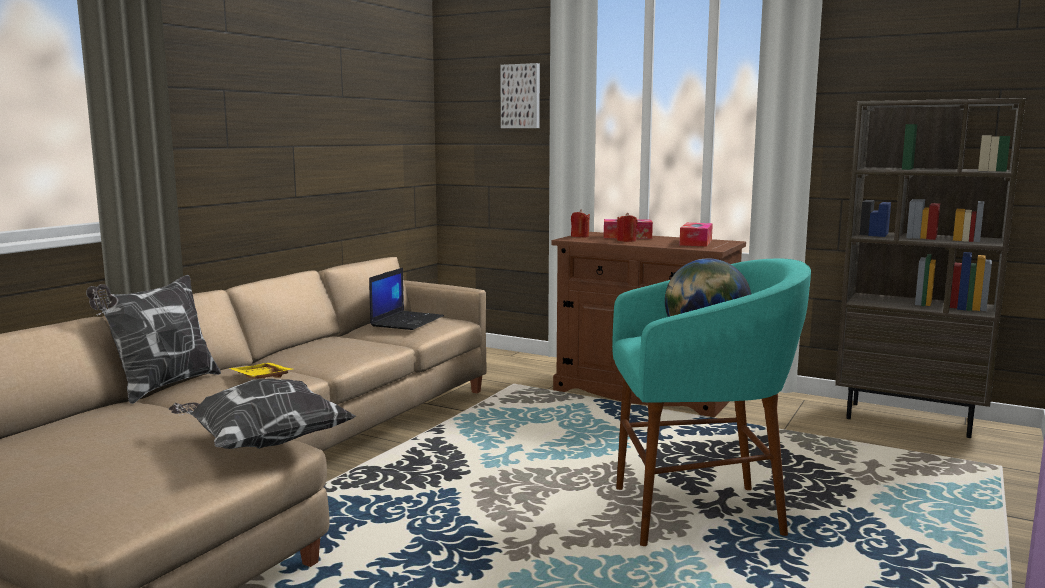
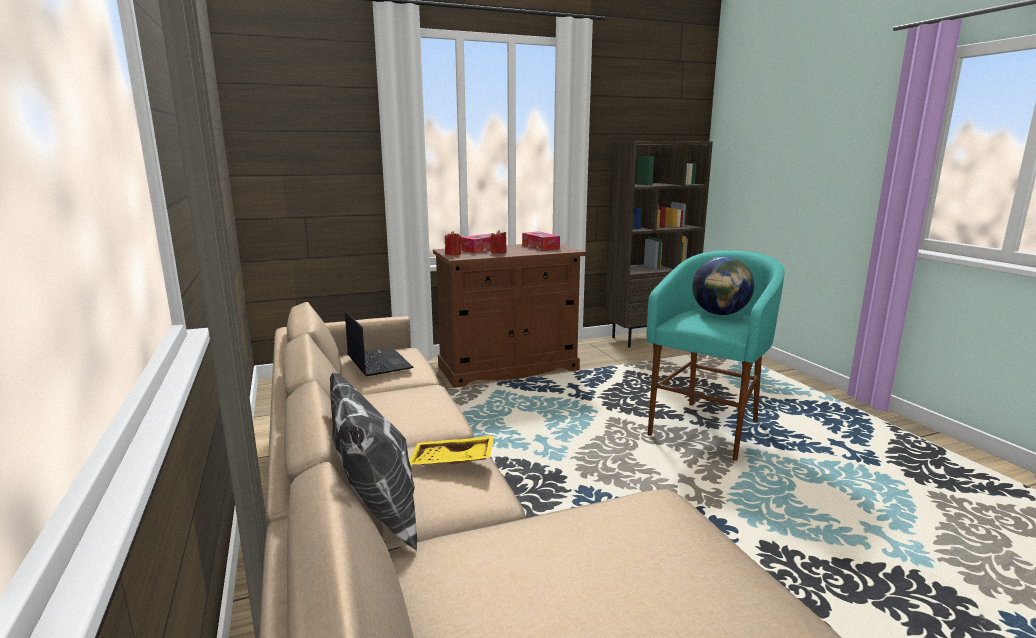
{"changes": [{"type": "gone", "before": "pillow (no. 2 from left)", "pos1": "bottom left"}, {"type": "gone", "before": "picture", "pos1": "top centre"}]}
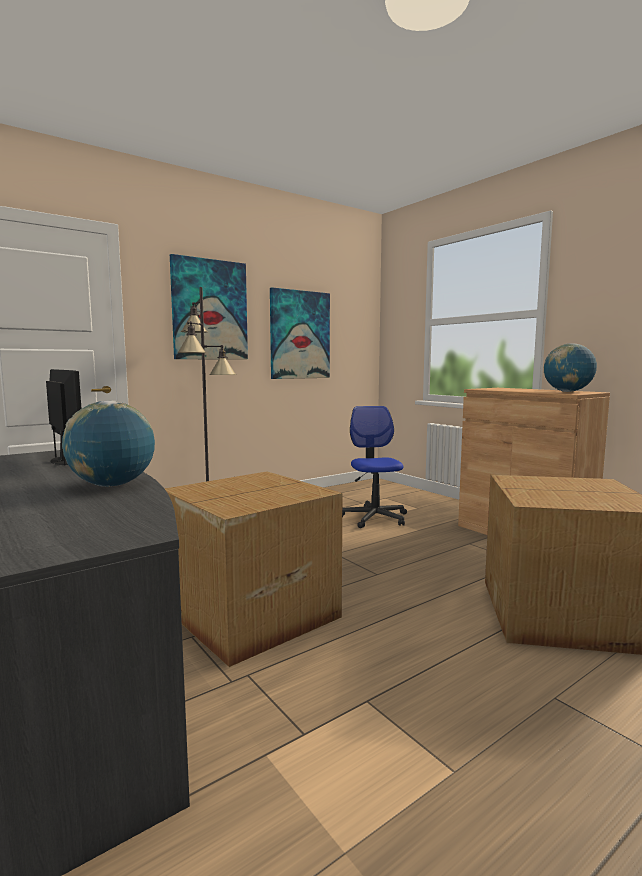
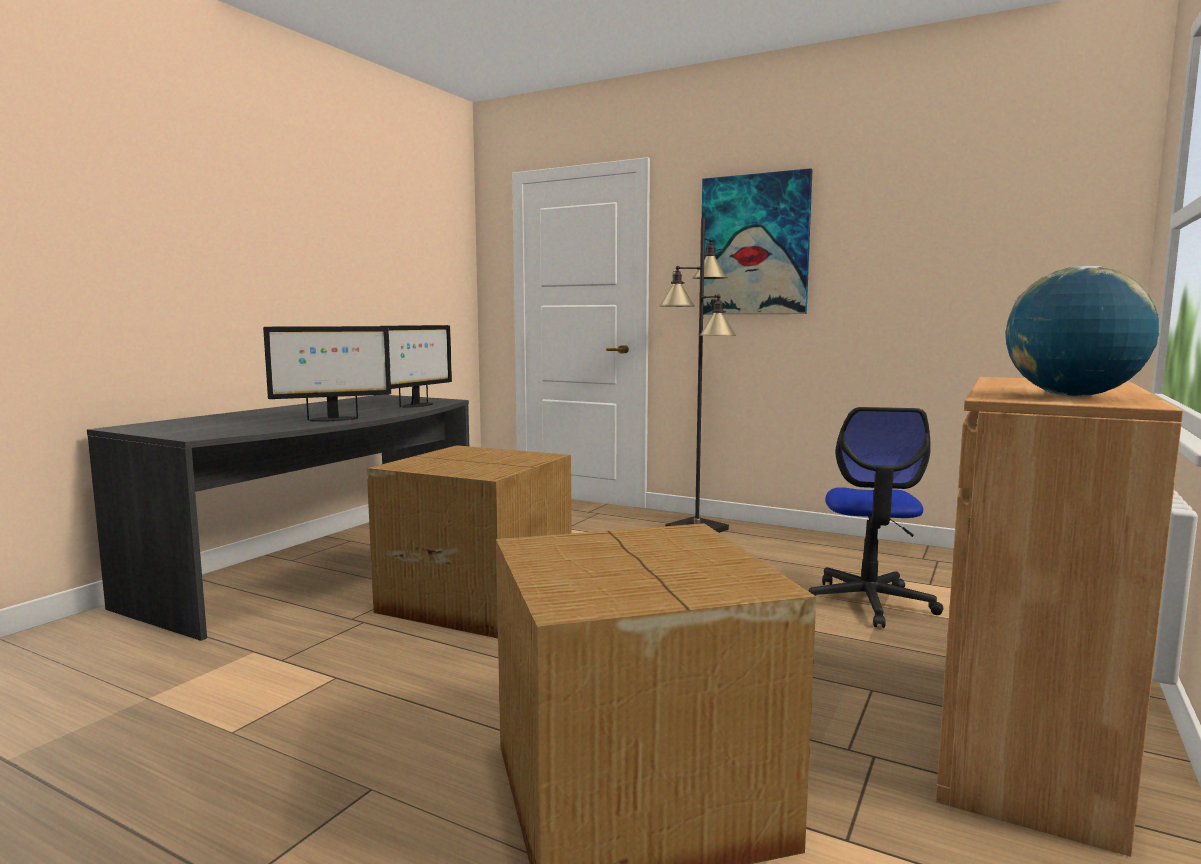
{"changes": [{"type": "gone", "before": "picture (no. 2 from left)", "pos1": "centre"}, {"type": "swapped", "before": "globe (no. 1 from left)", "after": "monitor (no. 1 from left)", "pos1": "middle left", "pos2": "middle left"}, {"type": "rotated", "before": "office chair", "pos1": "centre", "pos2": "middle right", "turn": 135}]}
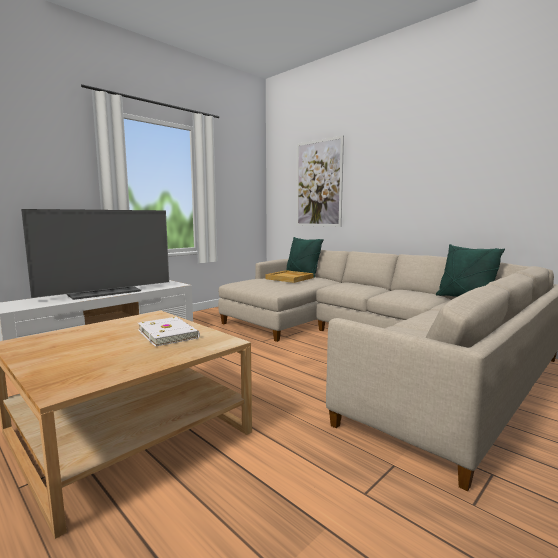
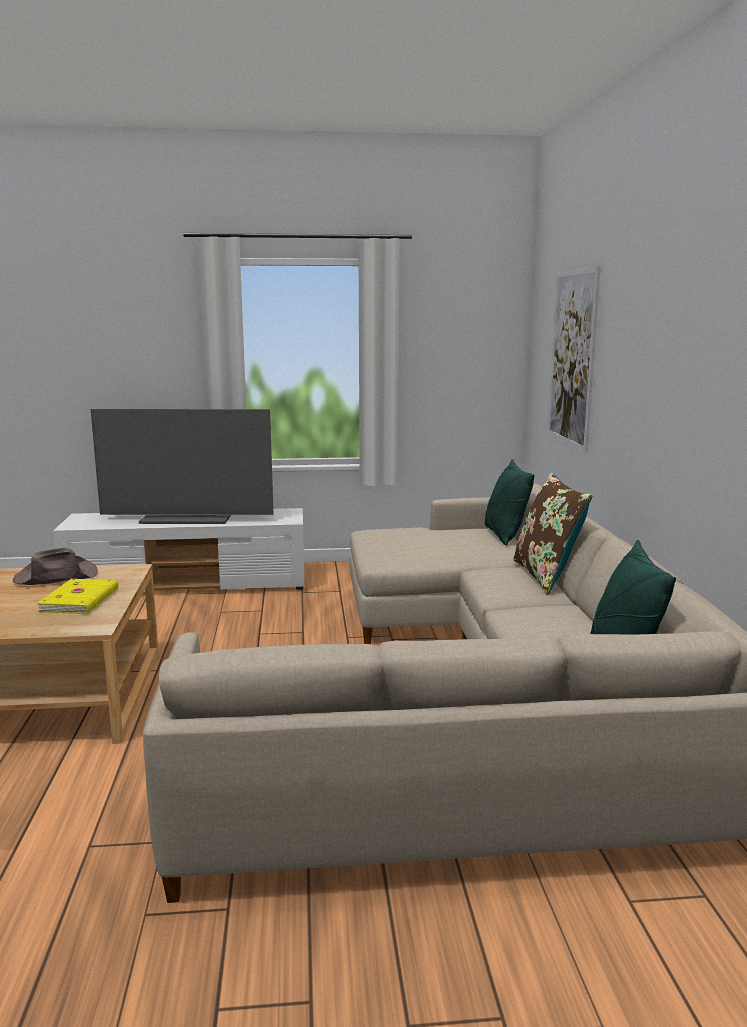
{"changes": [{"type": "gone", "before": "beige tray", "pos1": "centre"}, {"type": "new", "after": "brown hat", "pos2": "middle left"}, {"type": "new", "after": "brown pillow", "pos2": "middle right"}, {"type": "repainted", "before": "white book", "after": "yellow book", "pos1": "middle left", "pos2": "middle left"}]}
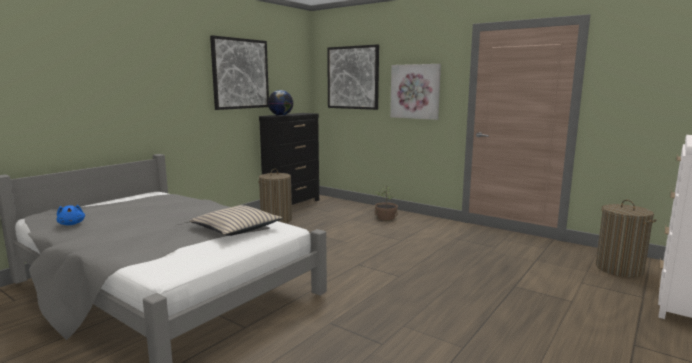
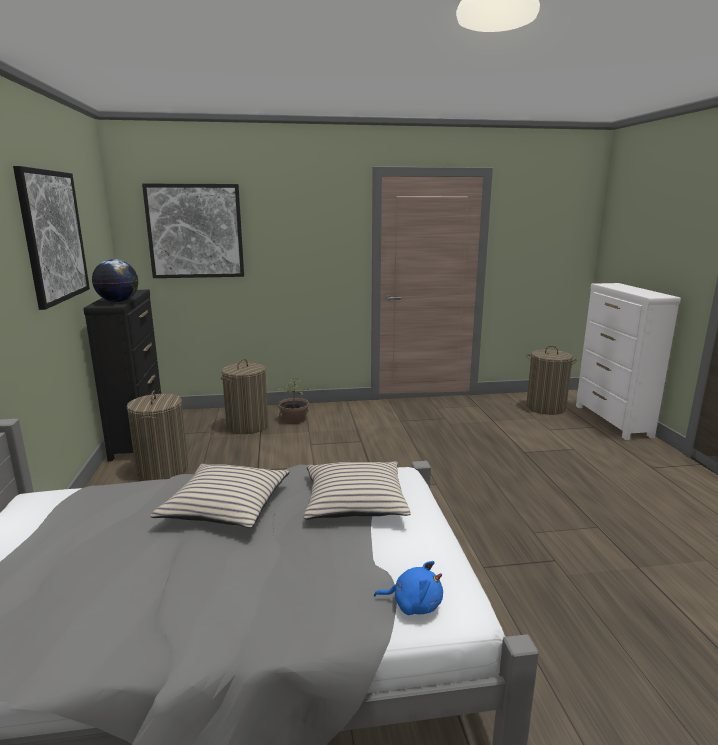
{"changes": [{"type": "gone", "before": "picture (no. 3 from left)", "pos1": "top centre"}, {"type": "new", "after": "beige pillow (no. 1 from left)", "pos2": "middle left"}, {"type": "new", "after": "laundry basket (no. 2 from left)", "pos2": "centre"}, {"type": "shifted", "before": "blue plush toy", "pos1": "middle left", "pos2": "bottom centre"}]}
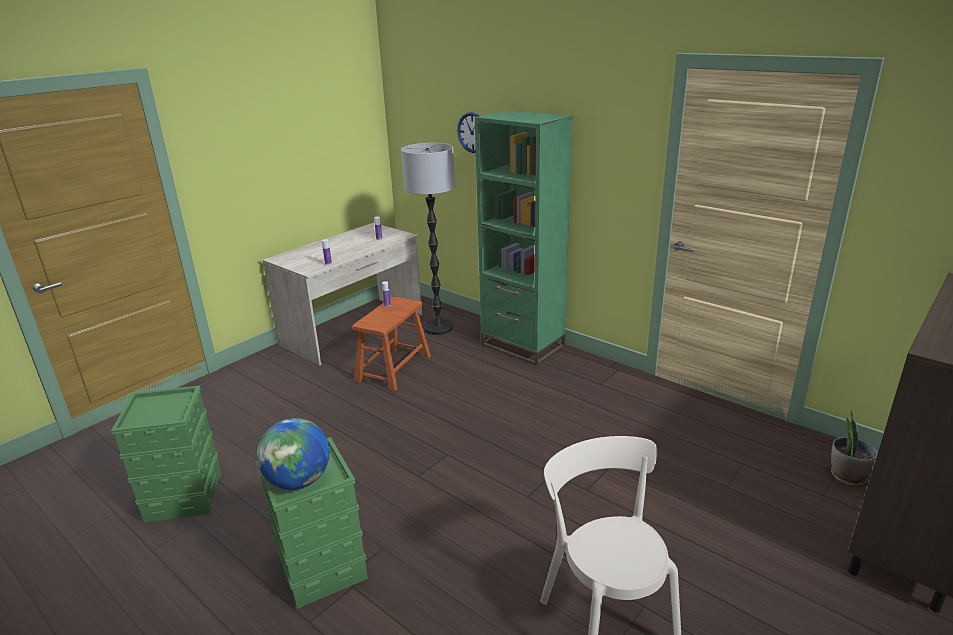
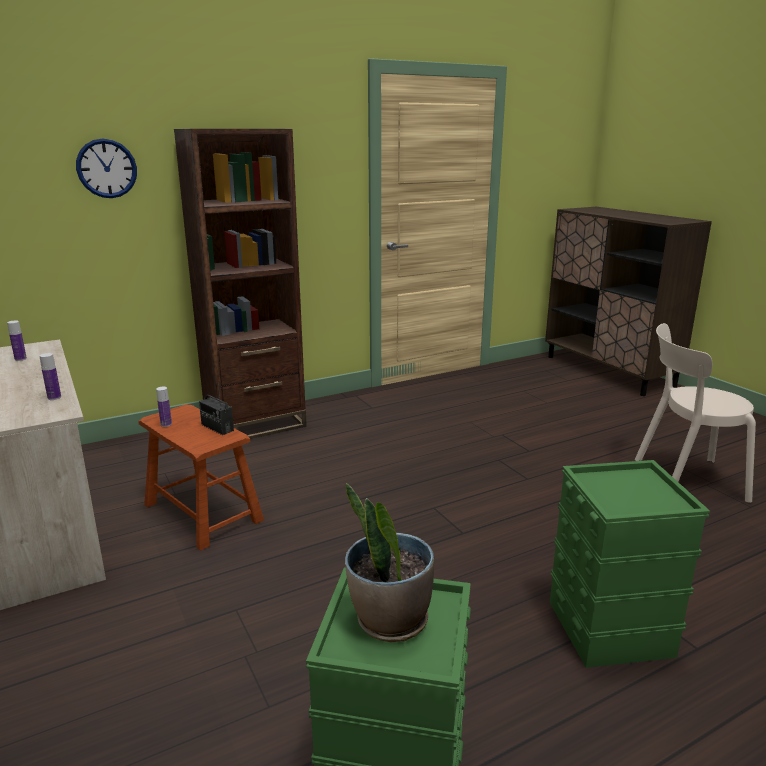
{"changes": [{"type": "gone", "before": "globe", "pos1": "bottom left"}, {"type": "gone", "before": "floor lamp", "pos1": "centre"}, {"type": "new", "after": "radio", "pos2": "middle left"}, {"type": "shifted", "before": "potted plant", "pos1": "bottom right", "pos2": "bottom centre"}, {"type": "repainted", "before": "green bookcase", "after": "brown bookcase", "pos1": "centre", "pos2": "middle left"}]}
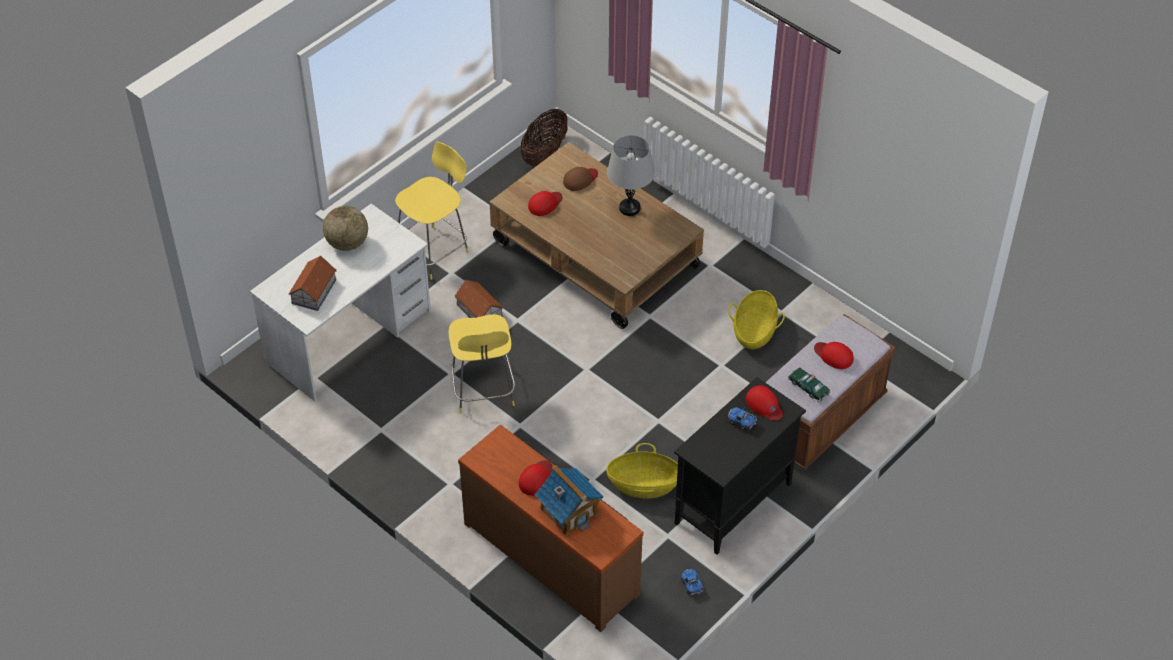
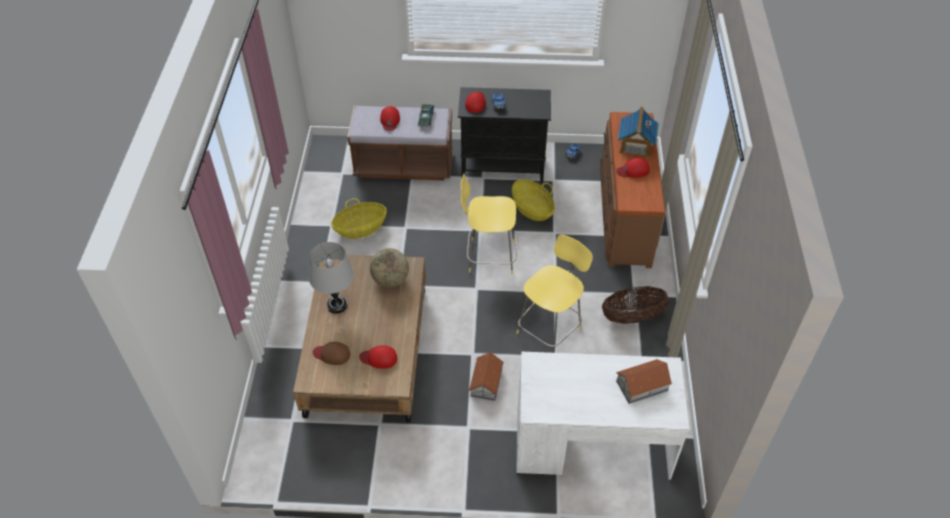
{"changes": [{"type": "shifted", "before": "globe", "pos1": "middle left", "pos2": "centre"}, {"type": "shifted", "before": "yellow stool (no. 1 from left)", "pos1": "top centre", "pos2": "centre"}, {"type": "shifted", "before": "basket (no. 1 from left in the first image)", "after": "basket (no. 3 from left)", "pos1": "top centre", "pos2": "middle right"}]}
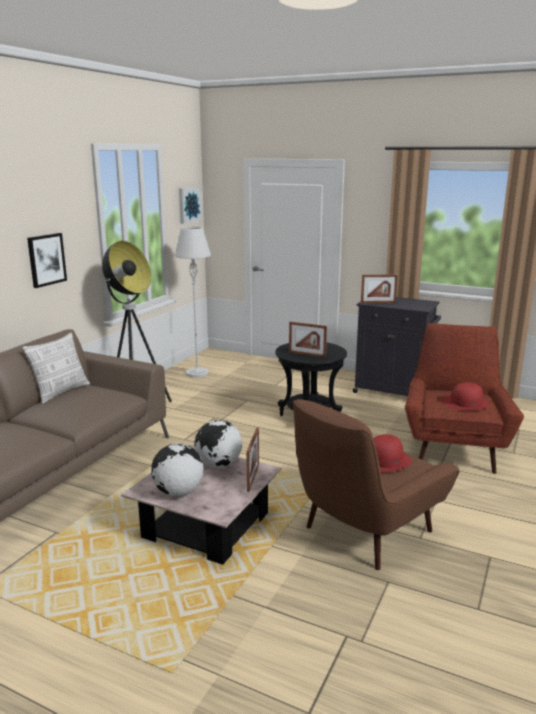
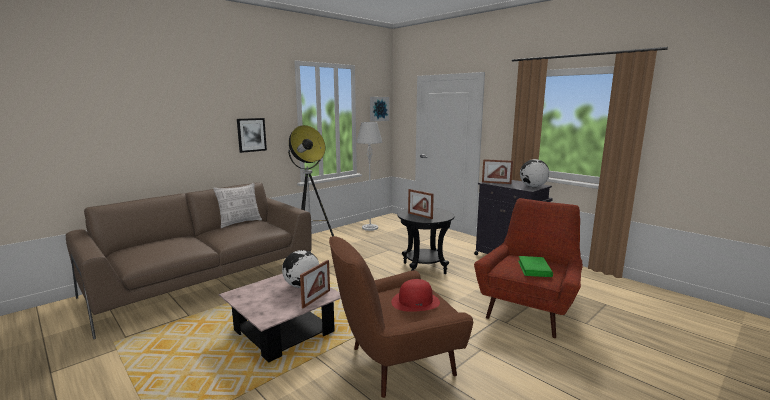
{"changes": [{"type": "shifted", "before": "globe (no. 1 from left in the first image)", "after": "globe (no. 2 from left)", "pos1": "middle left", "pos2": "middle right"}, {"type": "swapped", "before": "red hat (no. 2 from left)", "after": "green book", "pos1": "middle right", "pos2": "middle right"}]}
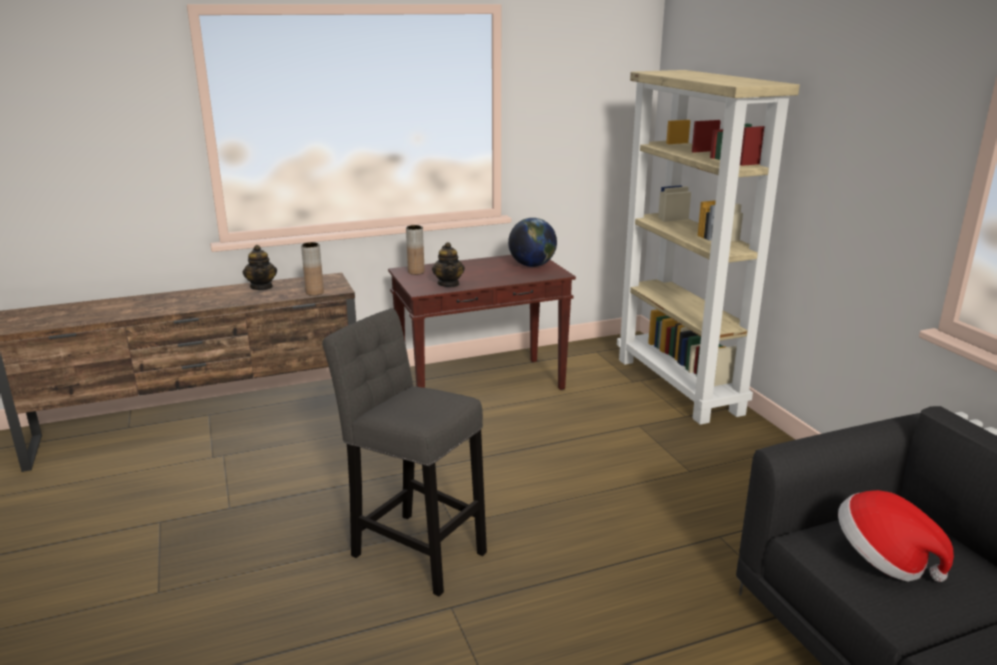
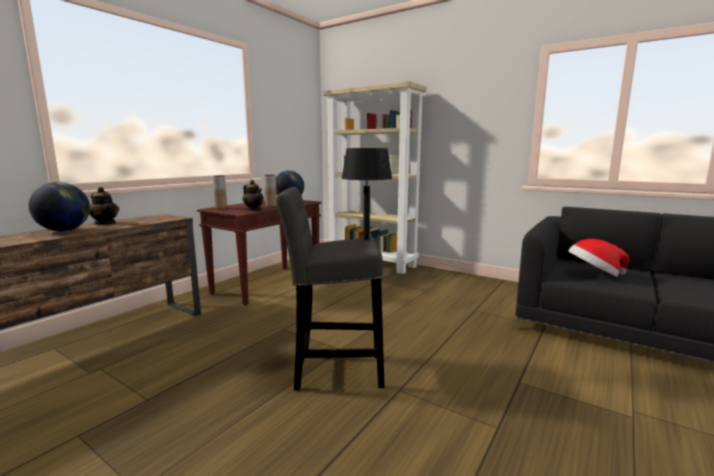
{"changes": [{"type": "new", "after": "globe (no. 1 from left)", "pos2": "middle left"}, {"type": "new", "after": "black table lamp", "pos2": "centre"}, {"type": "shifted", "before": "brown vase (no. 1 from left in the first image)", "after": "brown vase (no. 2 from left)", "pos1": "middle left", "pos2": "centre"}]}
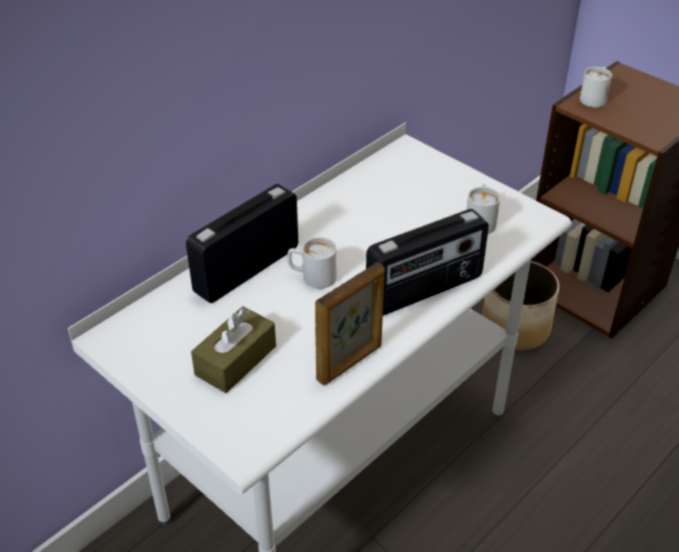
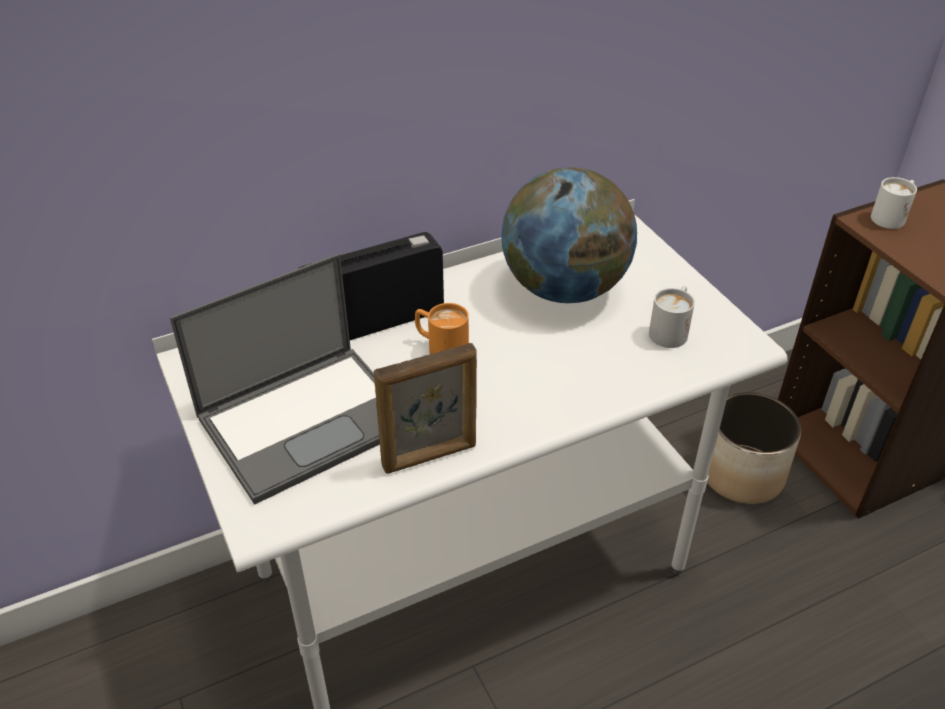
{"changes": [{"type": "gone", "before": "radio (no. 2 from left)", "pos1": "centre"}, {"type": "new", "after": "globe", "pos2": "top centre"}, {"type": "swapped", "before": "brown tissue box", "after": "laptop", "pos1": "centre", "pos2": "middle left"}, {"type": "repainted", "before": "white mug (no. 1 from left)", "after": "orange mug", "pos1": "centre", "pos2": "centre"}]}
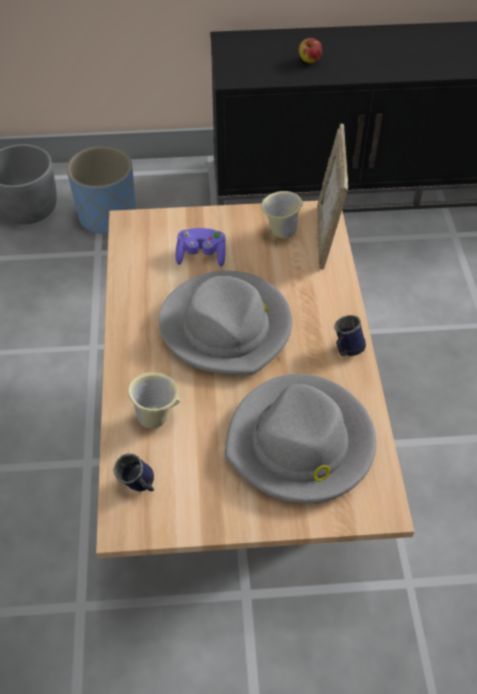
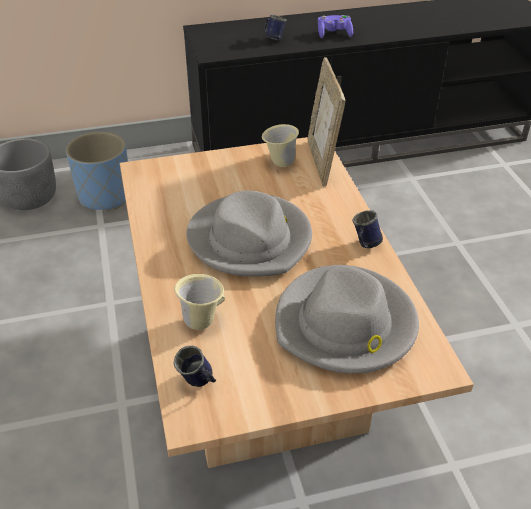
{"changes": [{"type": "shifted", "before": "purple game controller", "pos1": "centre", "pos2": "top centre"}, {"type": "swapped", "before": "apple", "after": "blue mug (no. 2 from left)", "pos1": "top centre", "pos2": "top centre"}]}
